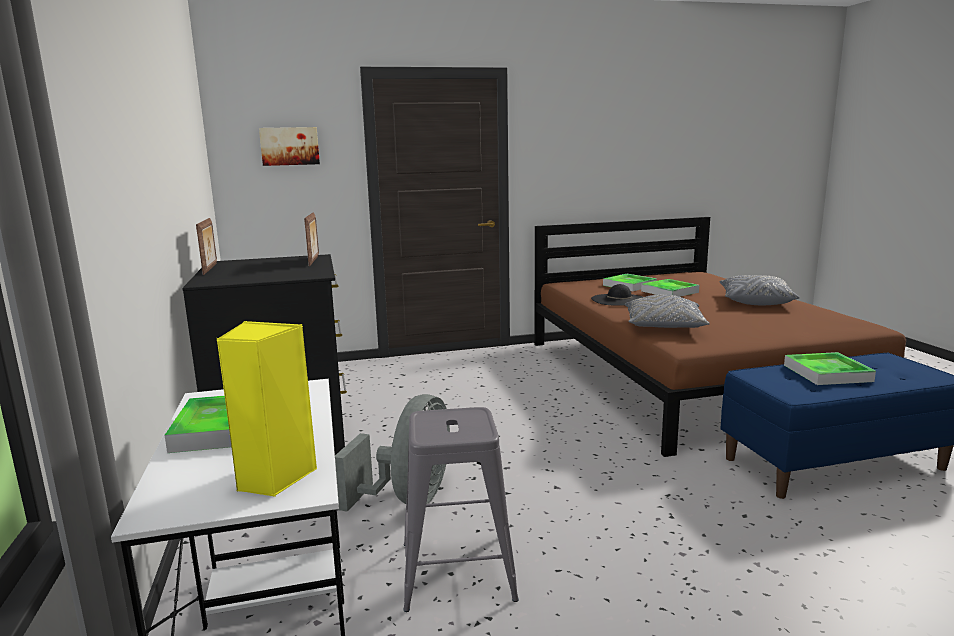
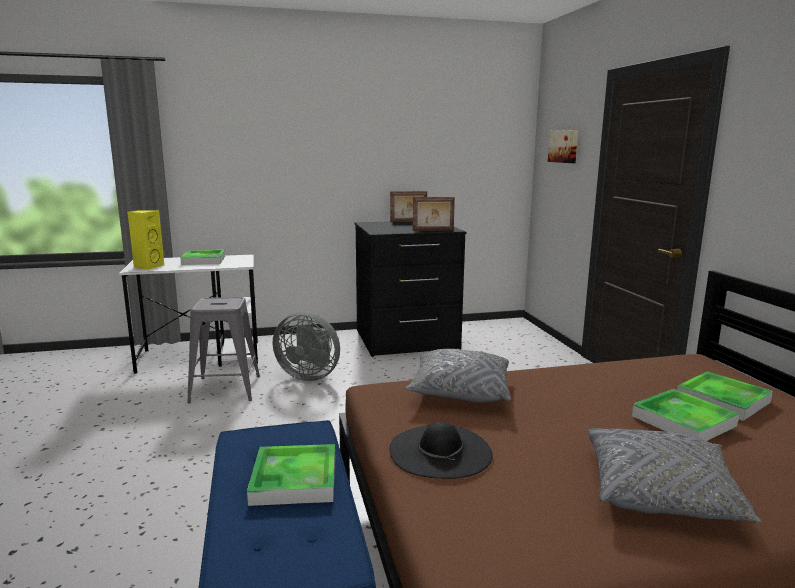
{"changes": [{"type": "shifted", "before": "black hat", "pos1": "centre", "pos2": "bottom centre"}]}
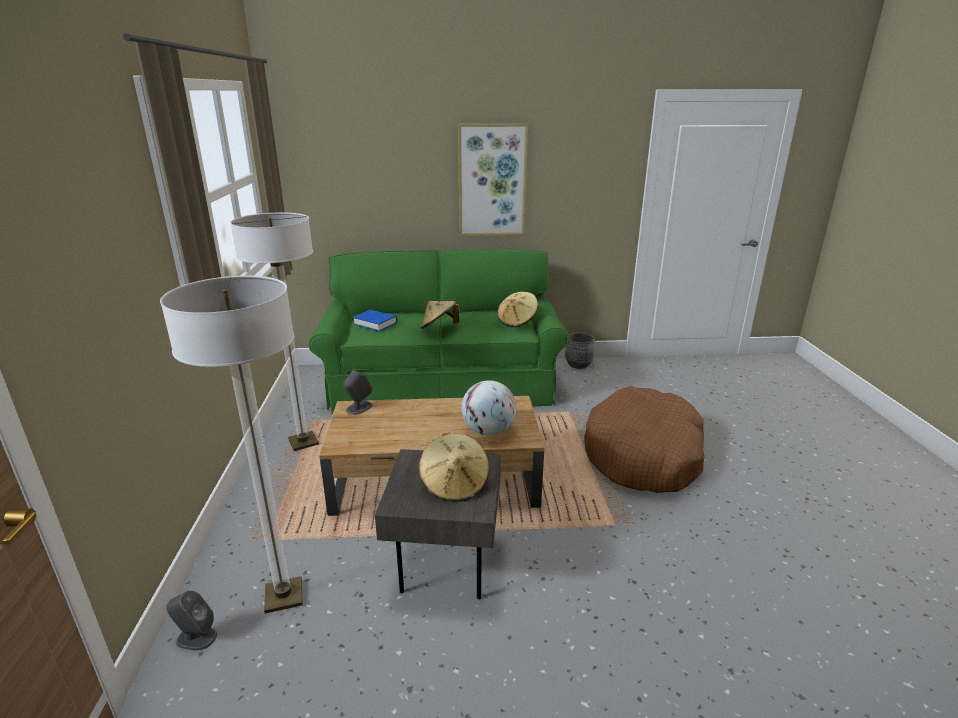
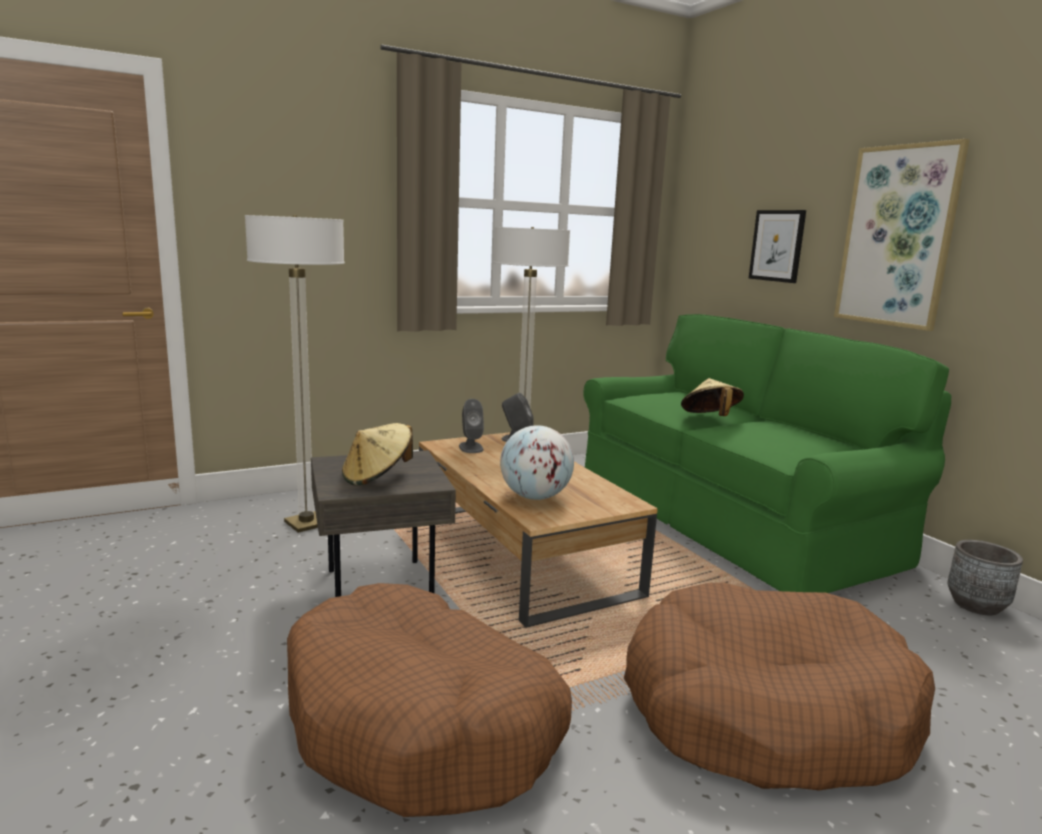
{"changes": [{"type": "gone", "before": "blue book", "pos1": "centre"}, {"type": "gone", "before": "beige hat (no. 3 from left)", "pos1": "centre"}, {"type": "new", "after": "brown dog bed (no. 1 from left)", "pos2": "bottom centre"}, {"type": "new", "after": "picture (no. 1 from left)", "pos2": "top right"}, {"type": "shifted", "before": "grey speaker (no. 1 from left)", "pos1": "bottom left", "pos2": "centre"}]}
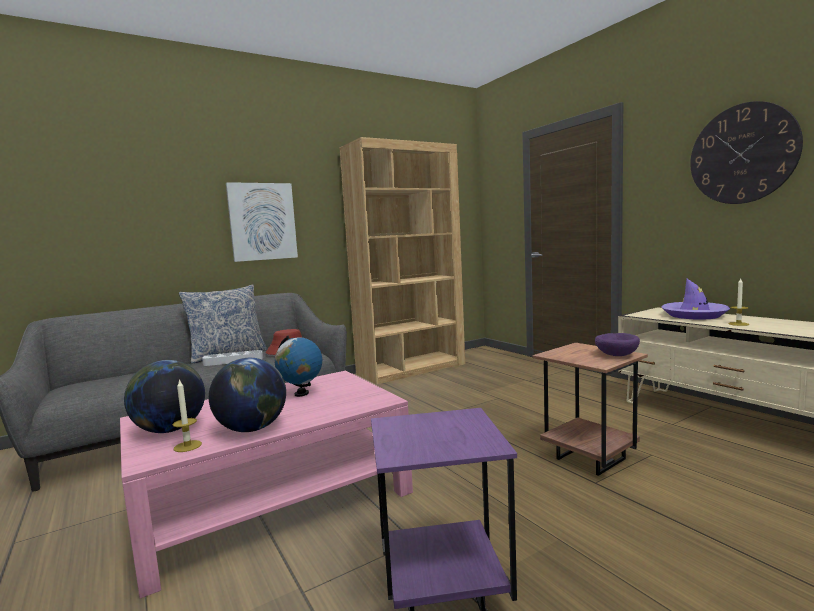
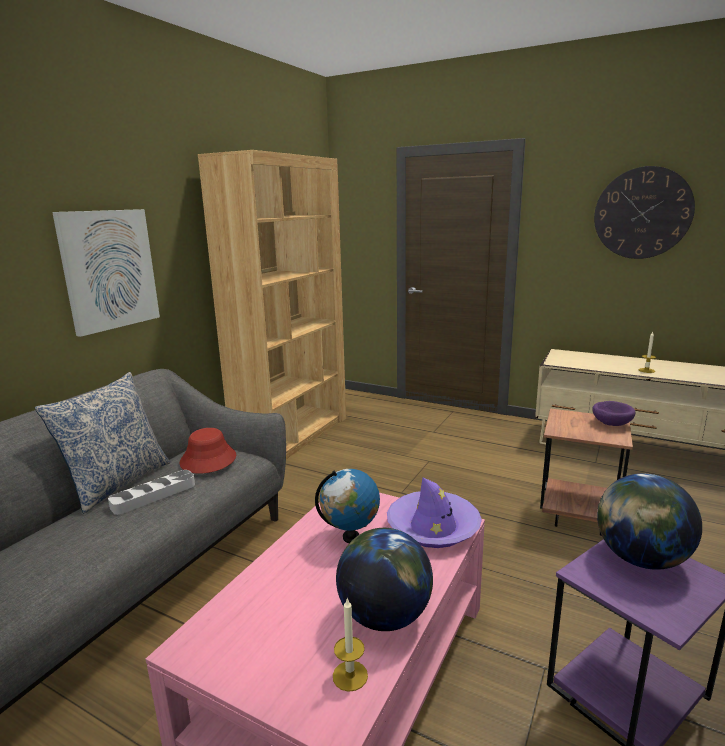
{"changes": [{"type": "shifted", "before": "globe (no. 1 from left in the first image)", "after": "globe (no. 3 from left)", "pos1": "middle left", "pos2": "bottom right"}, {"type": "shifted", "before": "purple hat", "pos1": "middle right", "pos2": "bottom centre"}]}
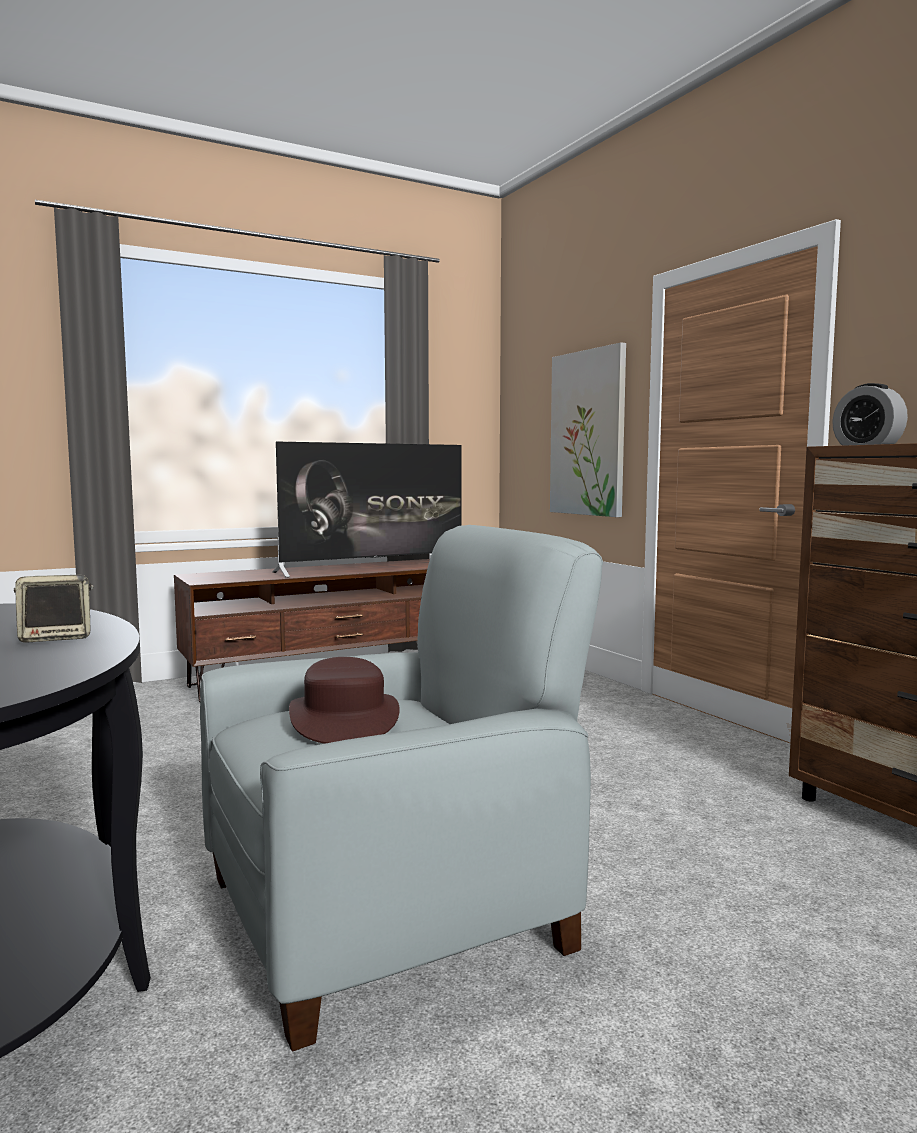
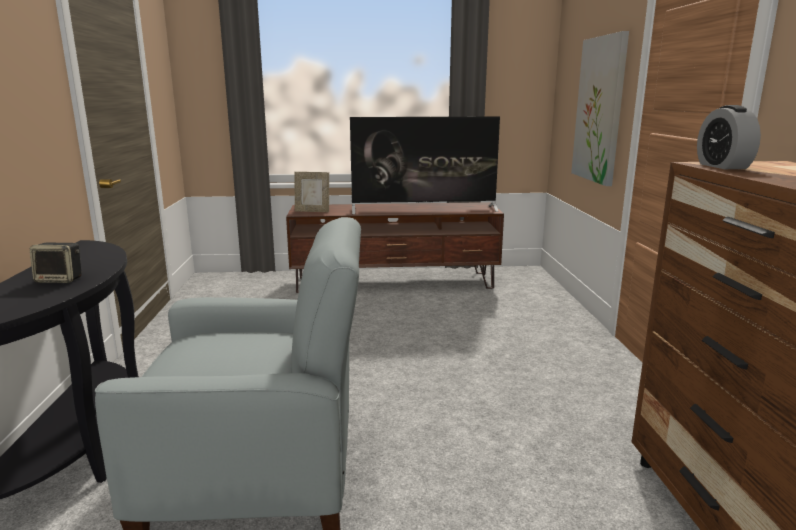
{"changes": [{"type": "gone", "before": "brown hat", "pos1": "centre"}, {"type": "new", "after": "picture frame", "pos2": "centre"}]}
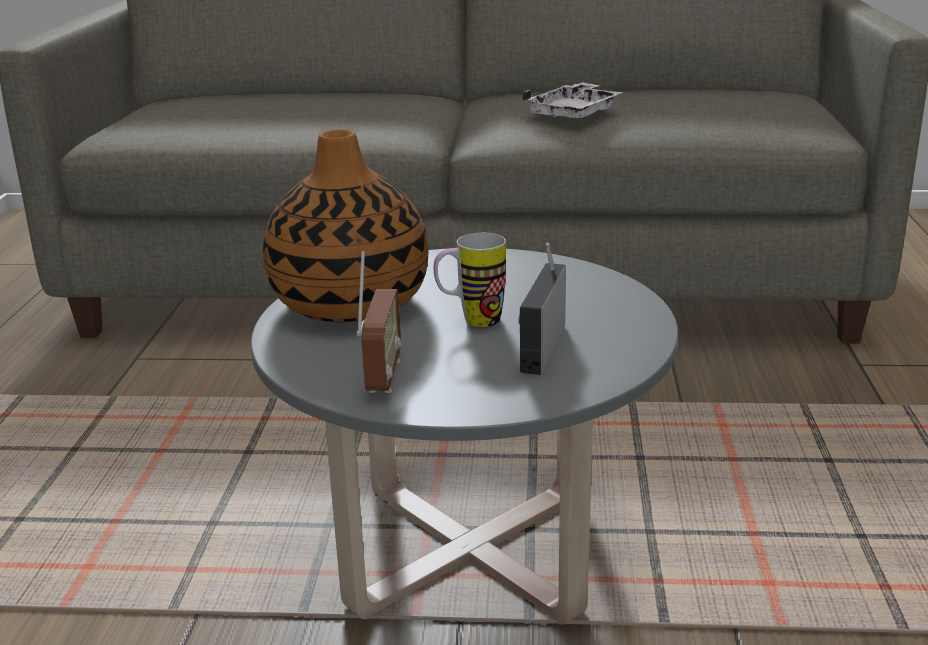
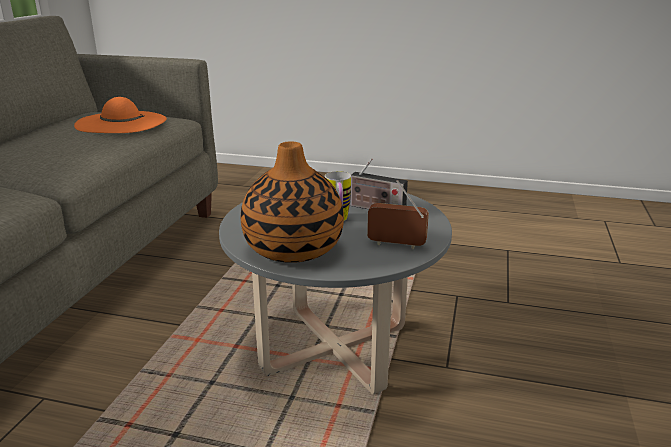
{"changes": [{"type": "gone", "before": "white tray", "pos1": "top centre"}, {"type": "new", "after": "orange hat", "pos2": "top left"}]}
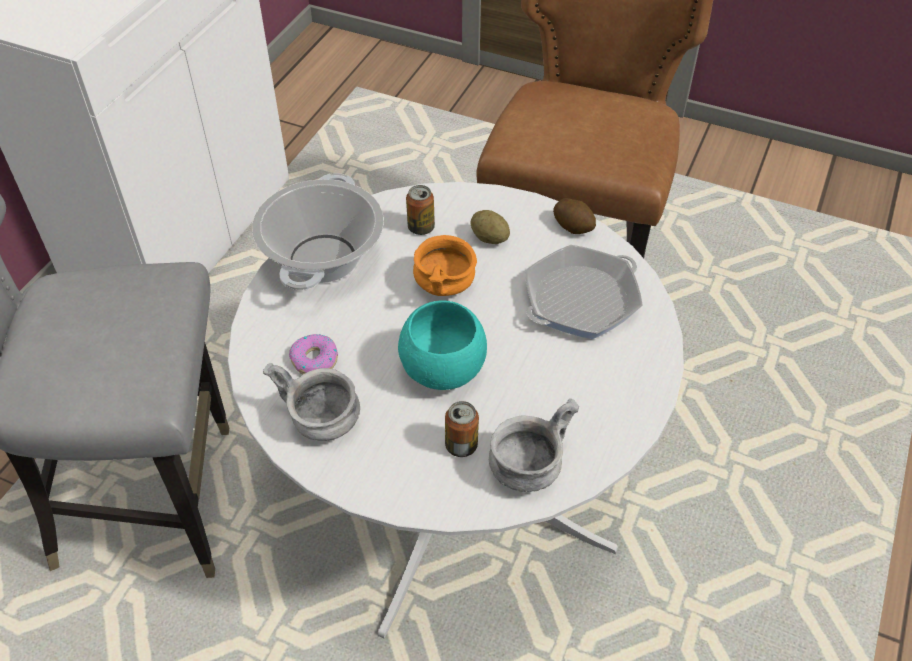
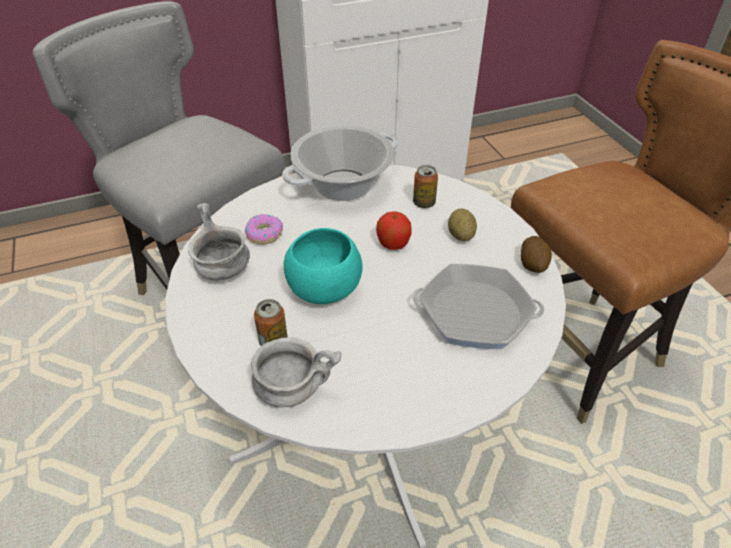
{"changes": [{"type": "swapped", "before": "orange bowl", "after": "apple", "pos1": "centre", "pos2": "centre"}]}
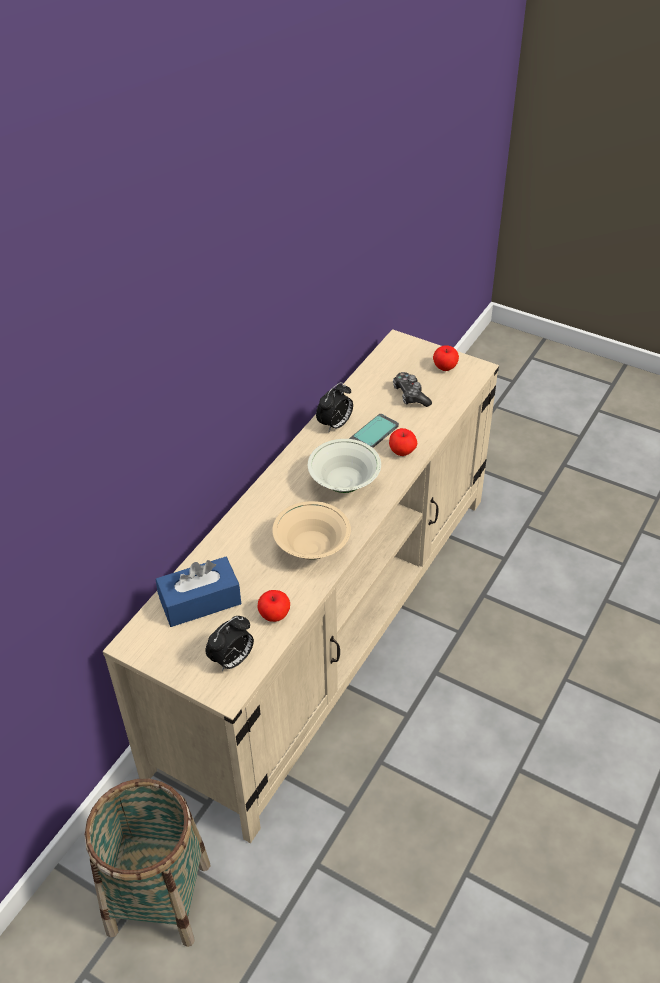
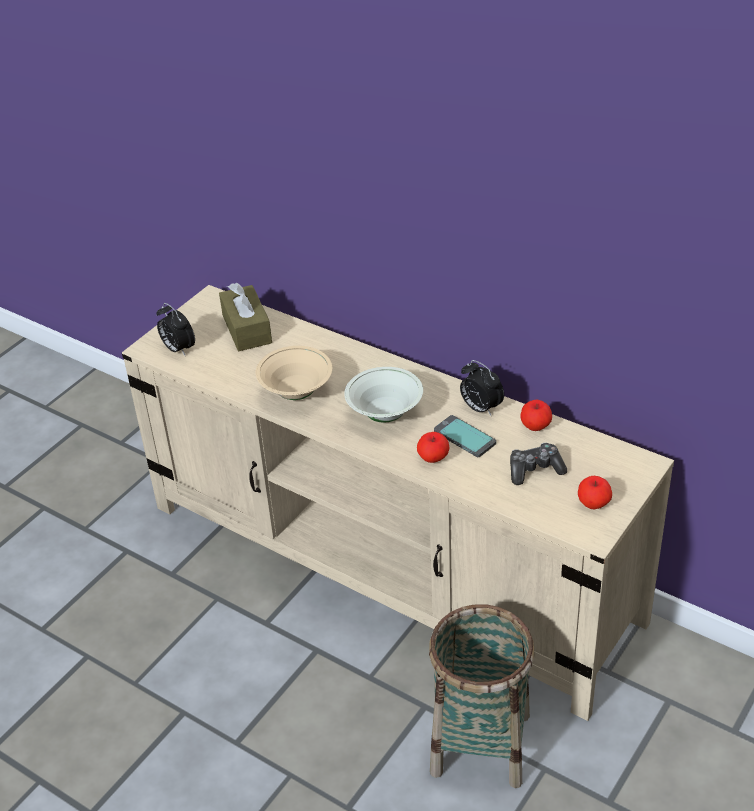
{"changes": [{"type": "shifted", "before": "basket", "pos1": "bottom left", "pos2": "bottom centre"}, {"type": "shifted", "before": "apple (no. 1 from left in the first image)", "after": "apple (no. 2 from left)", "pos1": "centre", "pos2": "middle right"}, {"type": "repainted", "before": "blue tissue box", "after": "brown tissue box", "pos1": "middle left", "pos2": "middle left"}]}
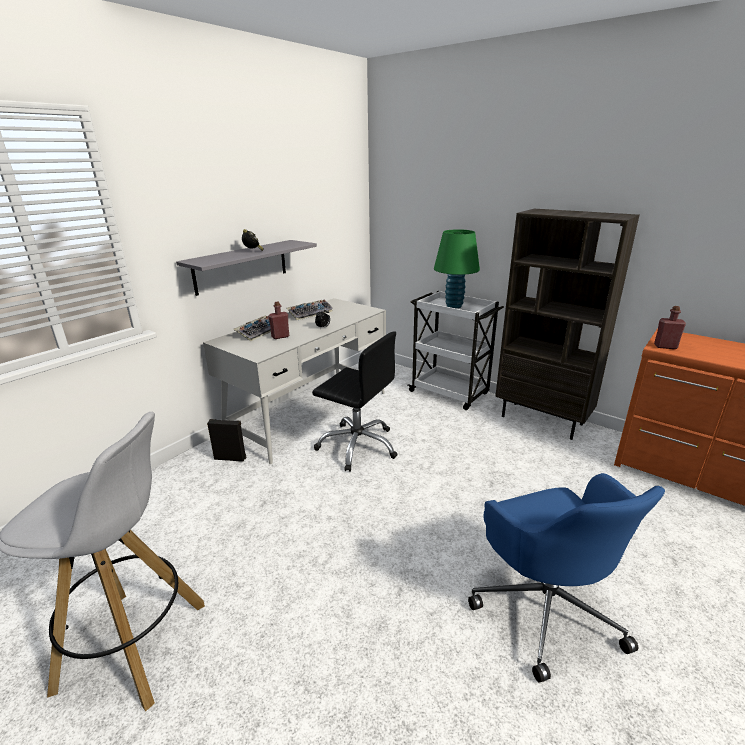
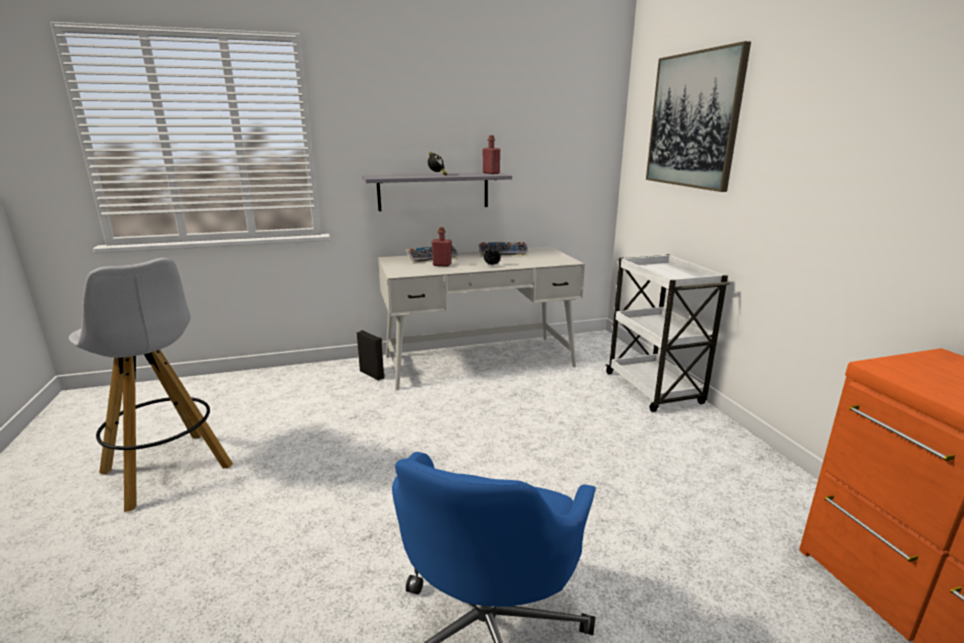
{"changes": [{"type": "gone", "before": "black office chair", "pos1": "centre"}, {"type": "gone", "before": "green table lamp", "pos1": "centre"}, {"type": "gone", "before": "brown bookcase", "pos1": "middle right"}, {"type": "new", "after": "picture", "pos2": "top right"}, {"type": "shifted", "before": "red bottle (no. 2 from left)", "pos1": "middle right", "pos2": "top centre"}]}
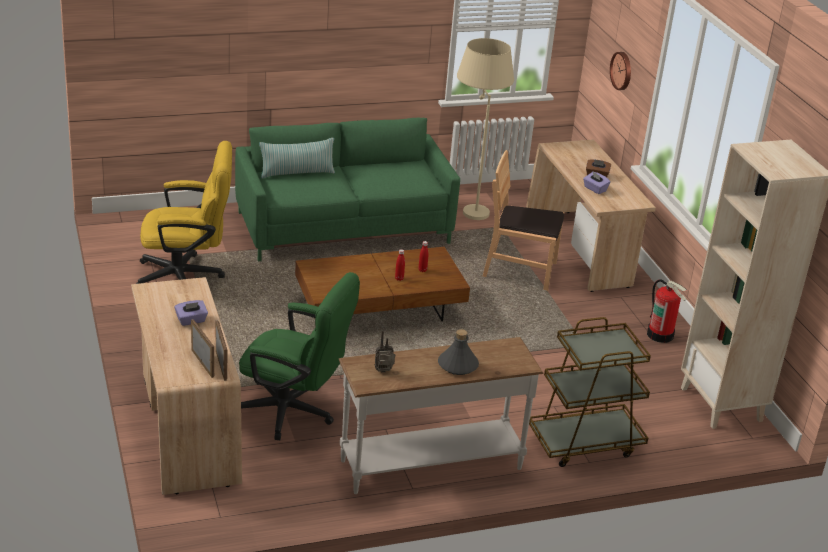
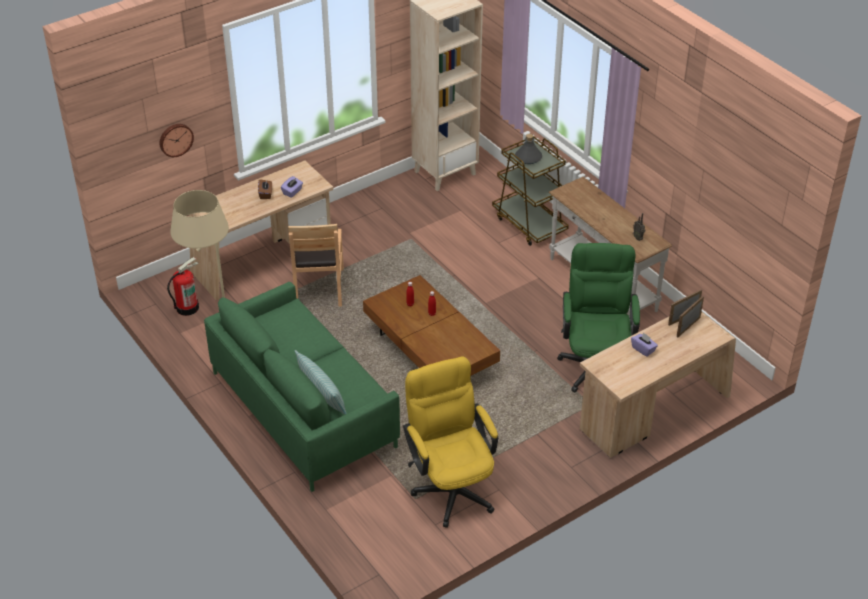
{"changes": [{"type": "shifted", "before": "grey bottle", "pos1": "centre", "pos2": "top centre"}, {"type": "shifted", "before": "fire extinguisher", "pos1": "middle right", "pos2": "middle left"}]}
